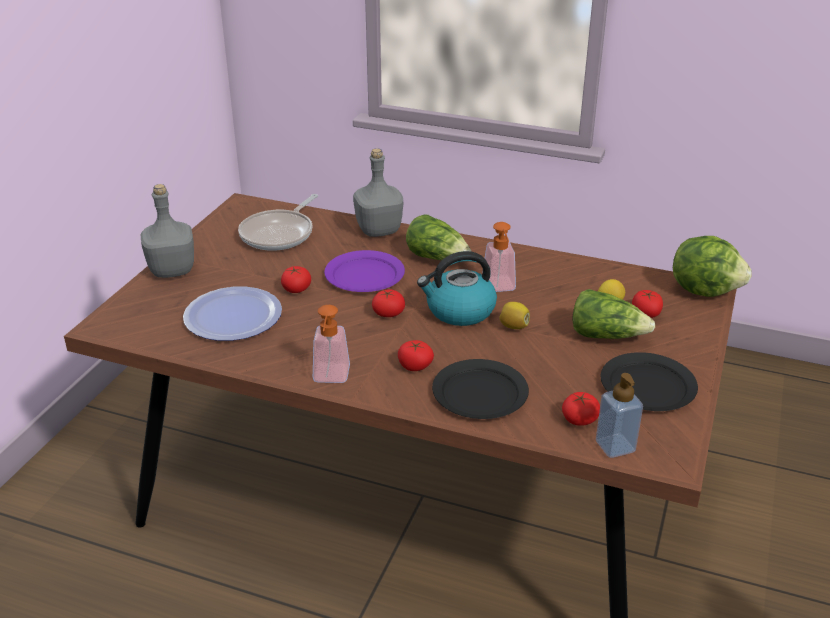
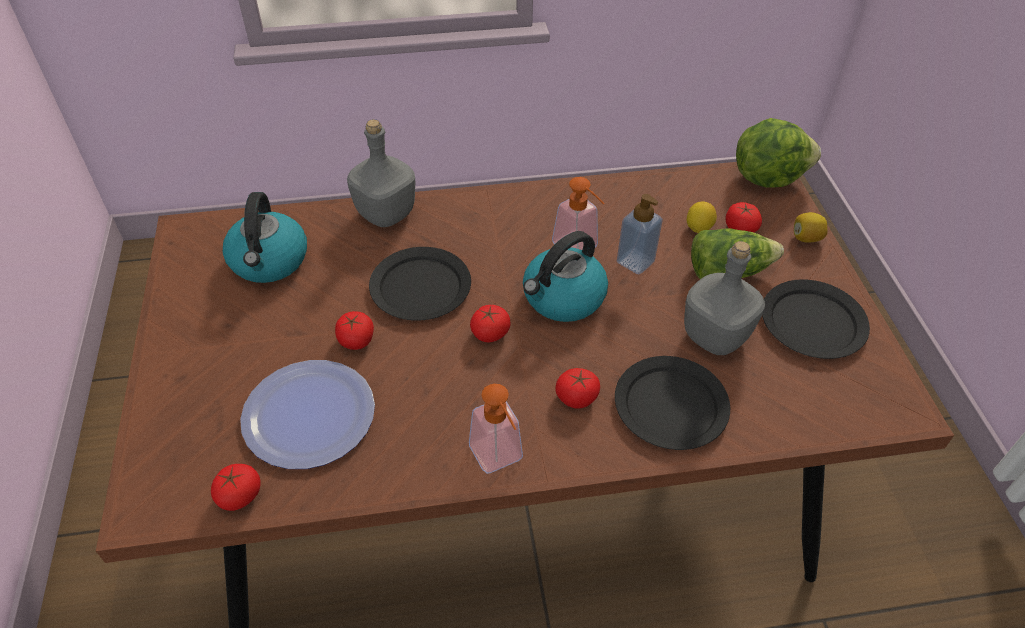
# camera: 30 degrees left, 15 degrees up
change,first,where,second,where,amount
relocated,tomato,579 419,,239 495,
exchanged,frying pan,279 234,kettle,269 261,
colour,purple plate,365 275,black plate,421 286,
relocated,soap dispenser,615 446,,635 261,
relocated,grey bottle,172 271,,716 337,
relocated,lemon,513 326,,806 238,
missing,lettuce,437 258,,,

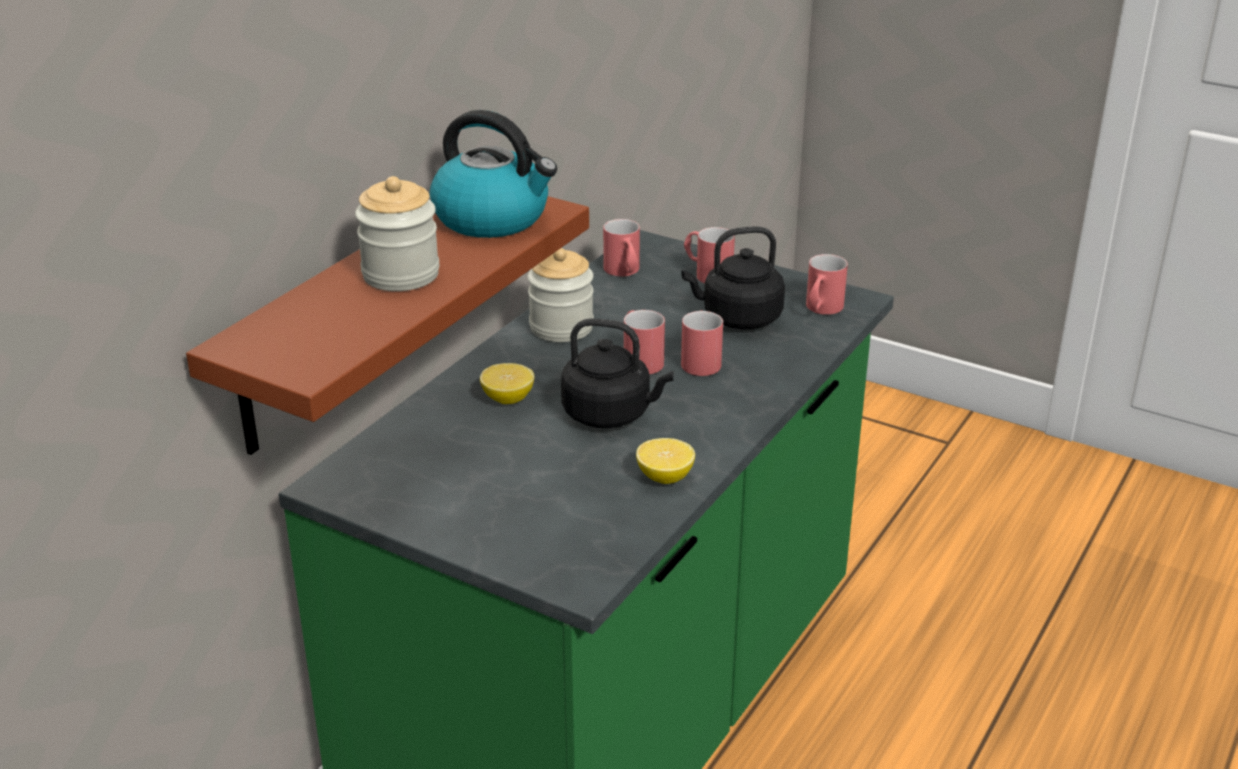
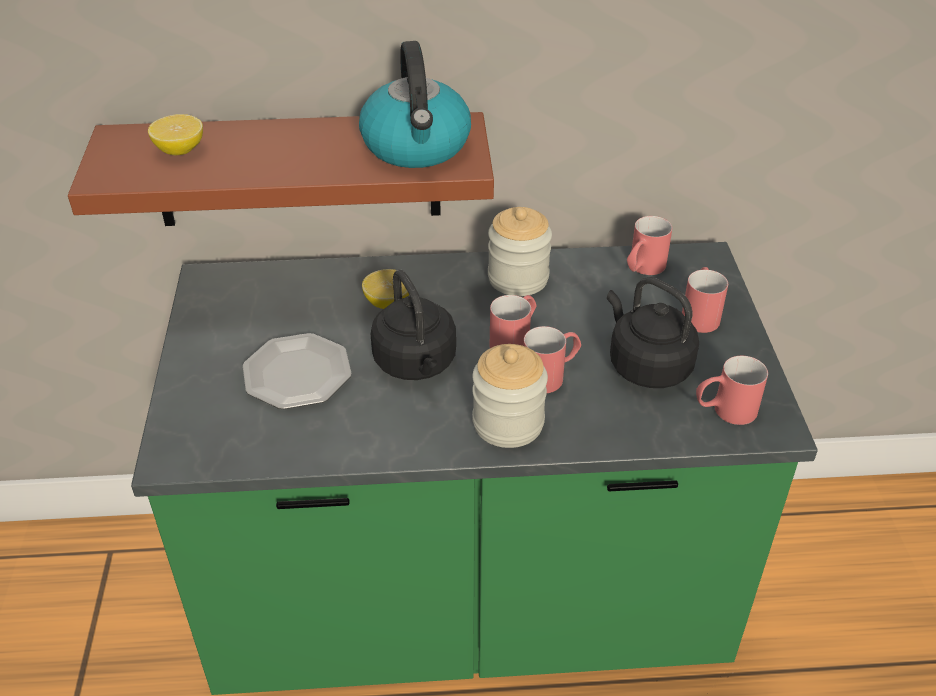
# camera: 55 degrees right, 10 degrees up
change,first,where,second,where,amount
relocated,lemon,665 477,,180 150,
appeared,,,plate,296 374,
relocated,jar,401 274,,508 423,

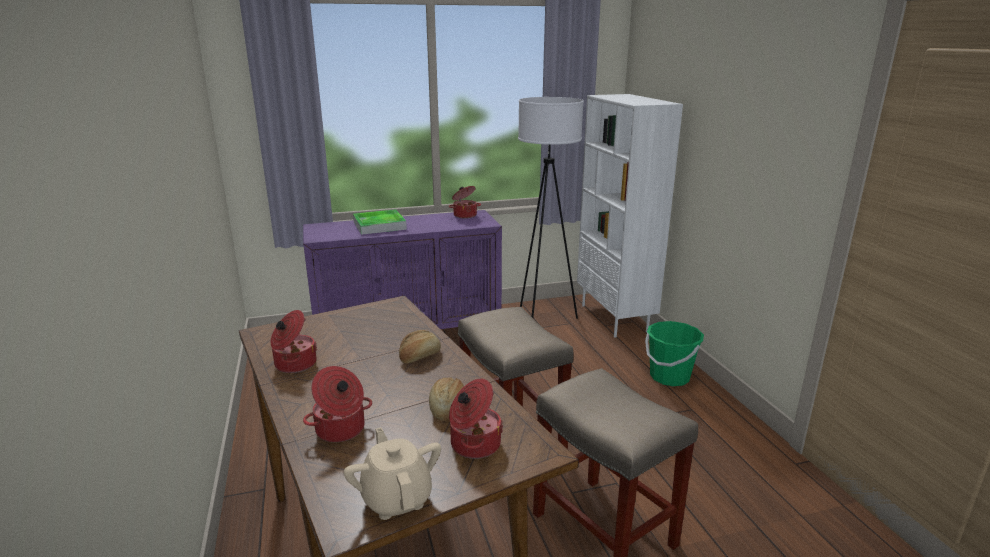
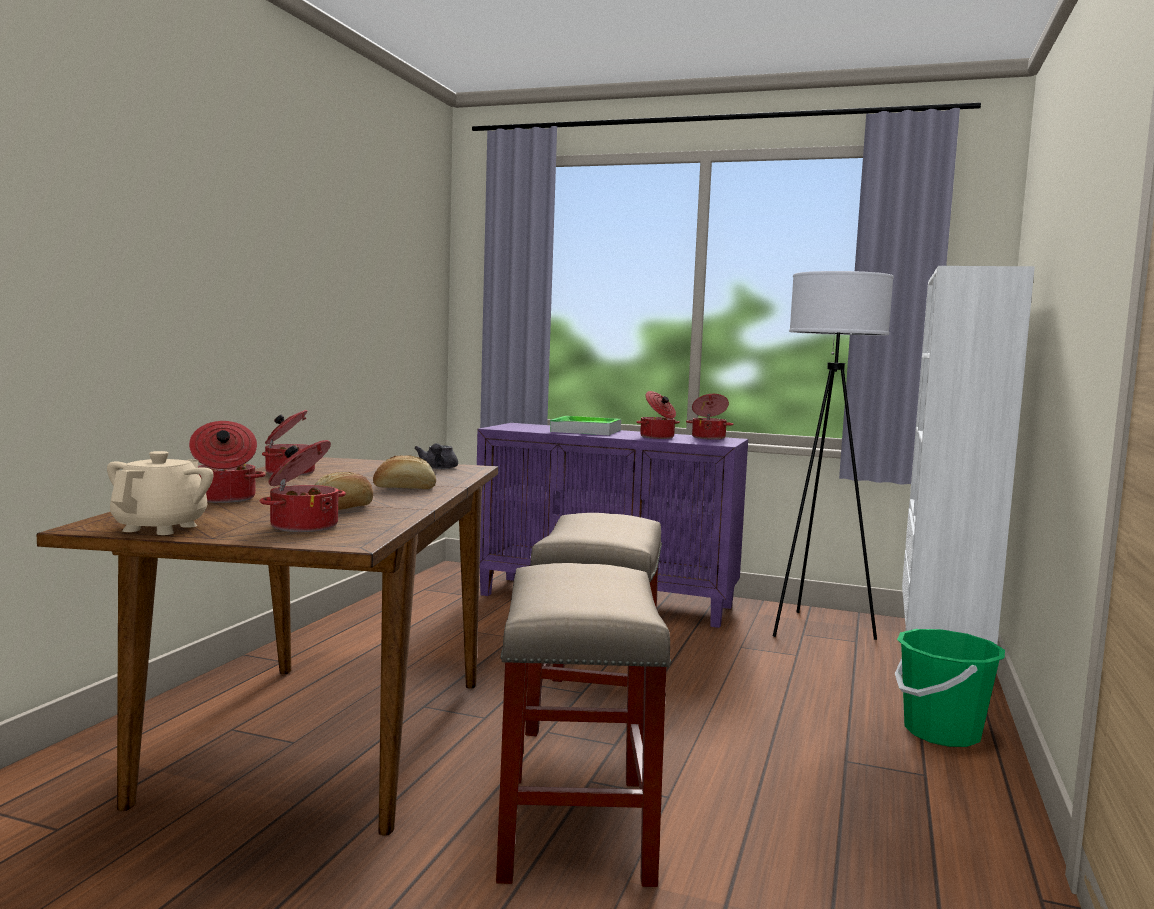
# camera: 35 degrees right, 15 degrees down
change,first,where,second,where,amount
appeared,,,grey teapot,438 468,
appeared,,,cooking pot,657 437,

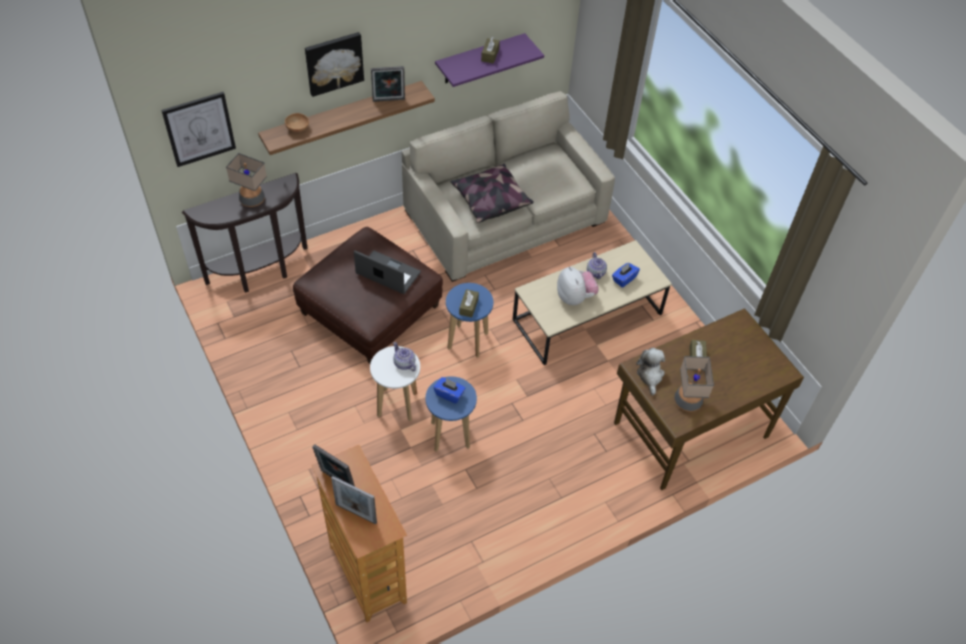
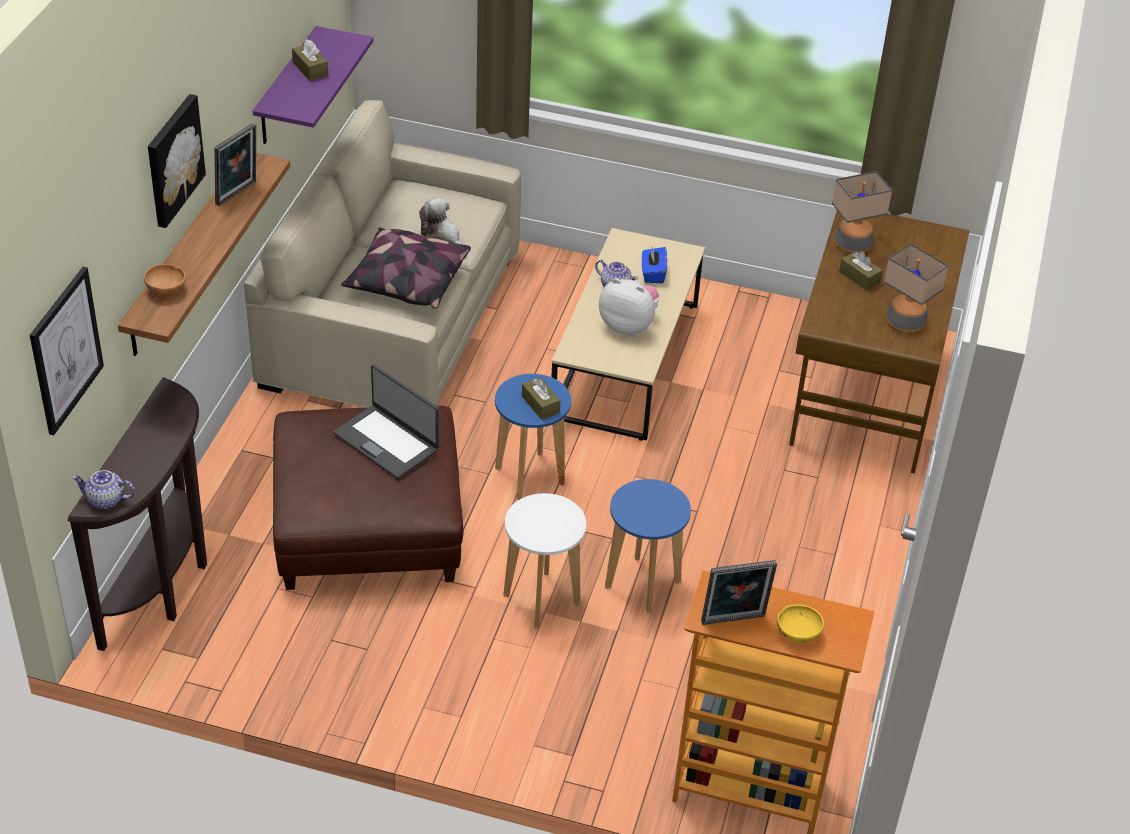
# camera: 45 degrees left, 10 degrees down
change,first,where,second,where,amount
relocated,teapot,404 363,,106 500,
spun,laptop,387 274,,387 441,120 degrees counterclockwise
relocated,plush toy,650 375,,442 237,
exchanged,picture frame,356 513,yellow bowl,798 633,
relocated,table lamp,252 199,,853 244,
missing,blue tissue box,449 394,,,

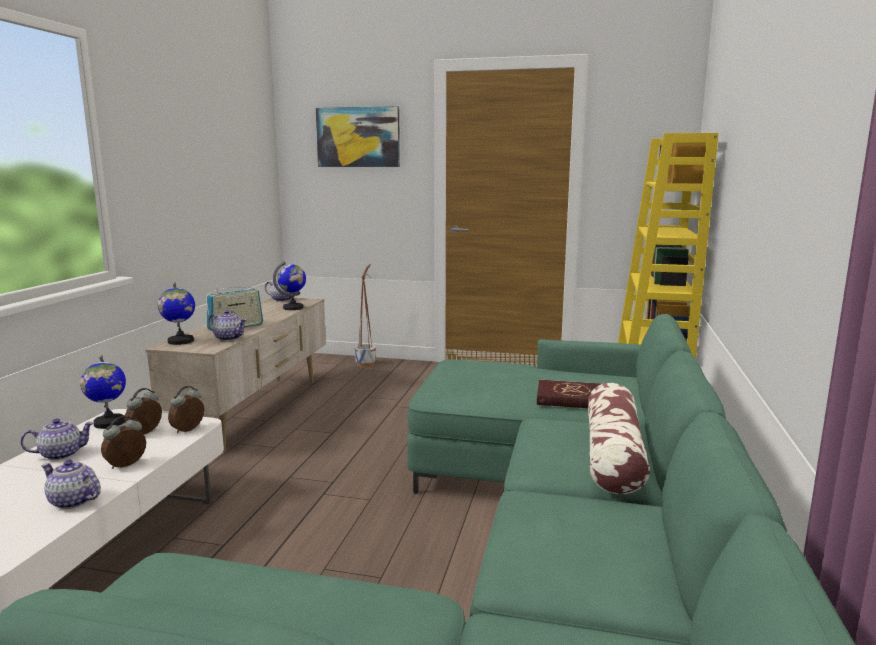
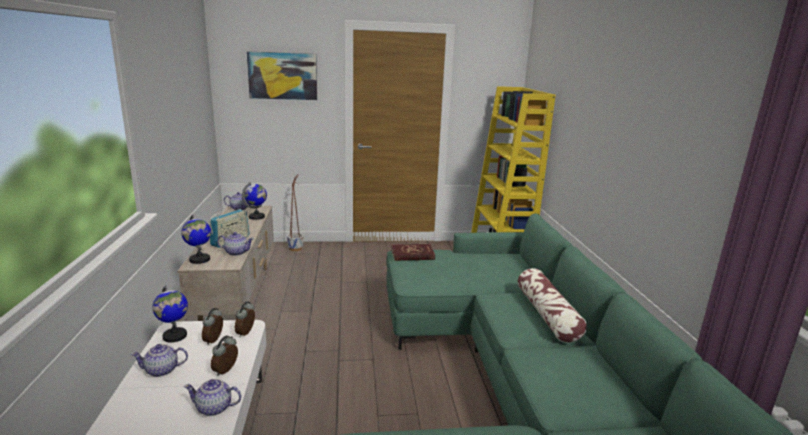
# camera: 20 degrees left, 5 degrees up
change,first,where,second,where,amount
spun,teapot,61 454,,162 370,150 degrees counterclockwise
relocated,red book,572 398,,412 254,

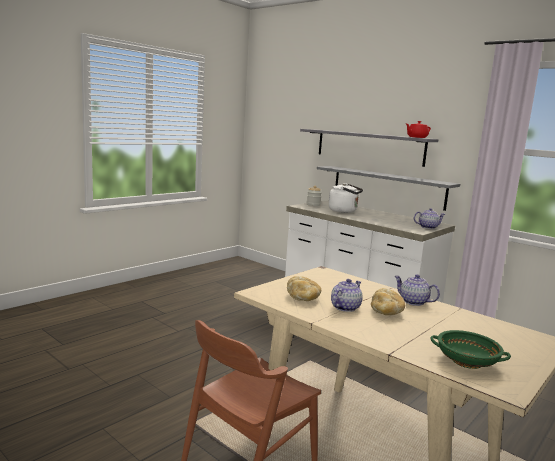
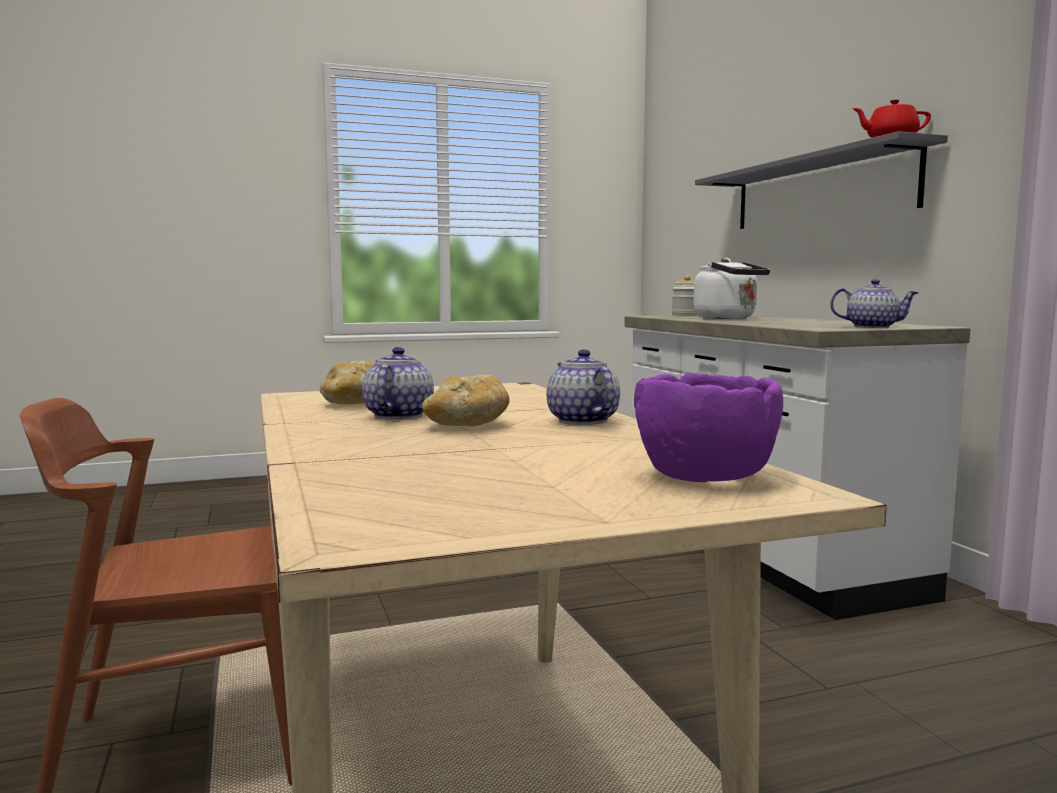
# camera: 30 degrees right, 5 degrees down
change,first,where,second,where,amount
spun,teapot,345 307,,397 416,60 degrees counterclockwise
appeared,,,purple bowl,708 476,
missing,grey shelf,387 187,,,
missing,green bowl,466 361,,,

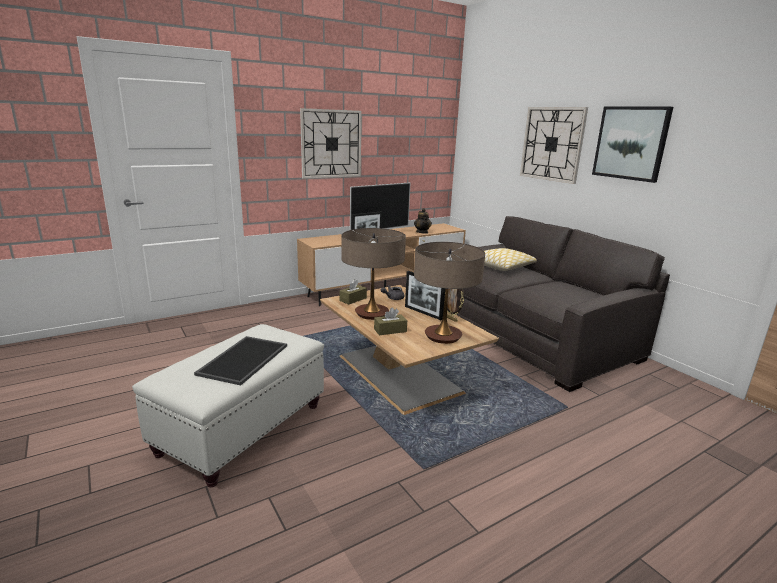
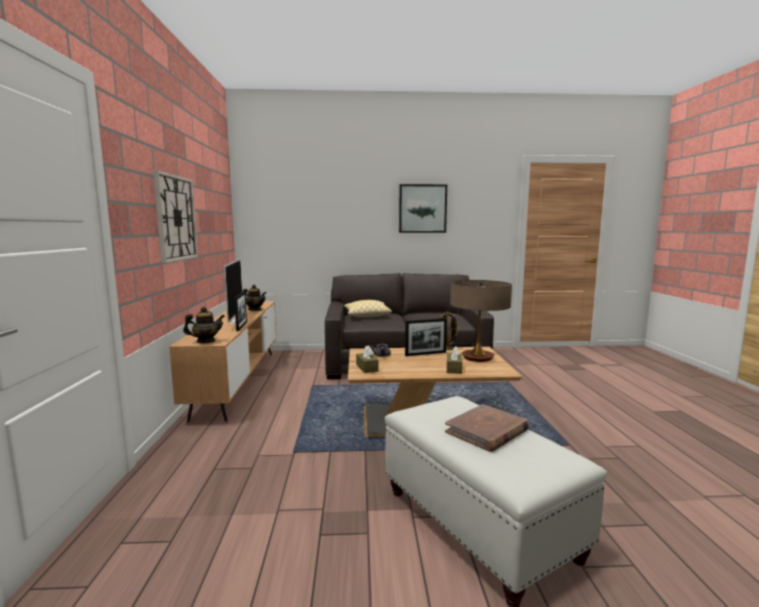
# camera: 60 degrees left, 10 degrees down
change,first,where,second,where,amount
appeared,,,teapot,205 341,
exchanged,tray,243 359,brown book,487 431,
missing,table lamp,372 314,,,
missing,wall clock,552 144,,,

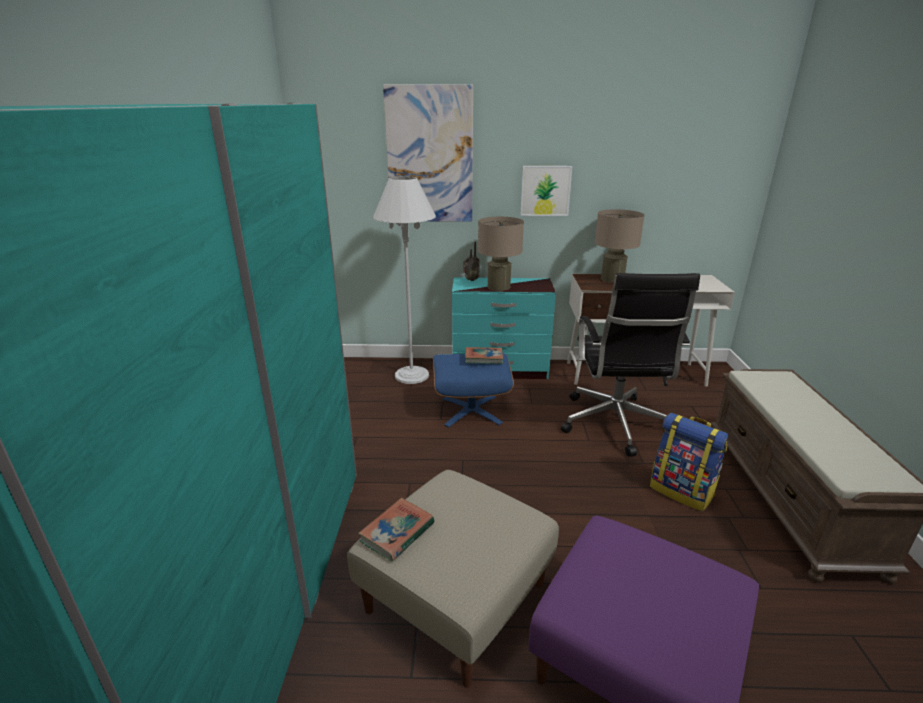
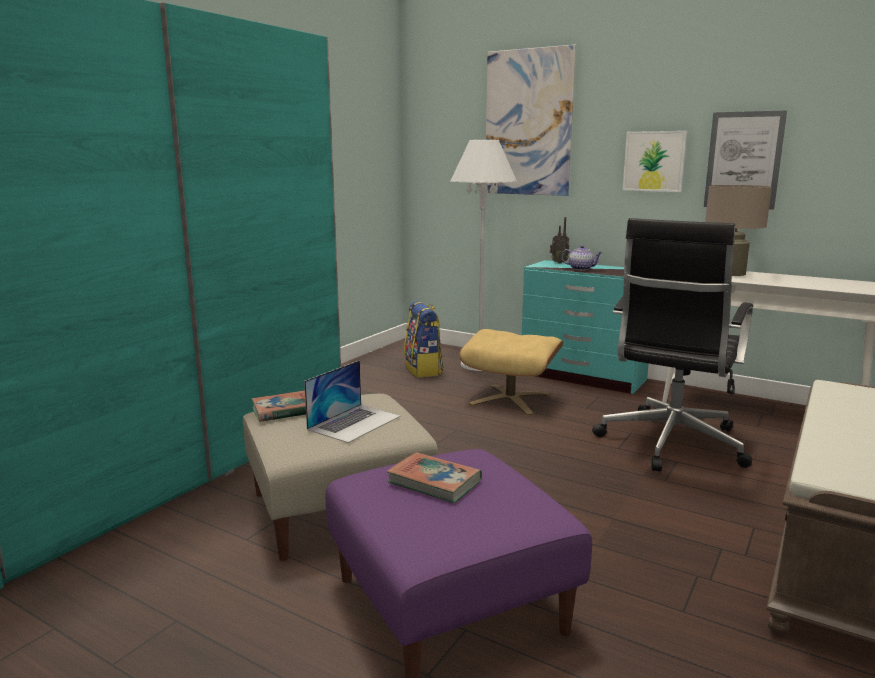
# camera: 30 degrees right, 10 degrees down
change,first,where,second,where,amount
appeared,,,laptop,354 422,
relocated,book,484 358,,434 482,
relocated,backpack,682 491,,424 370,
colour,blue ottoman,471 410,beige ottoman,510 399,
exchanged,beige table lamp,498 286,teapot,581 269,
appeared,,,picture,743 160,

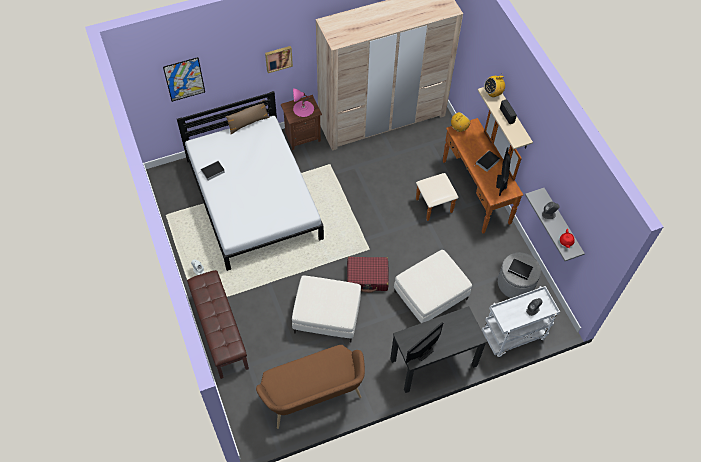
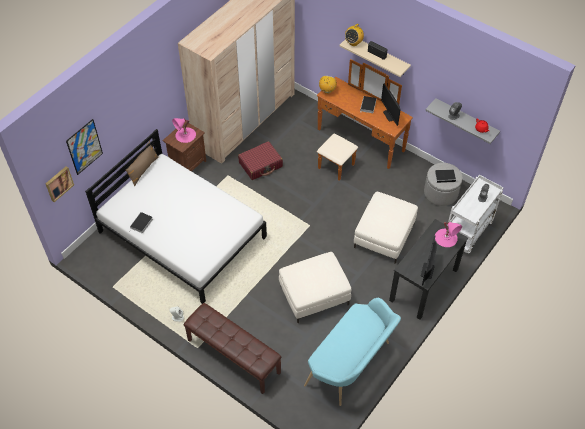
# camera: 30 degrees left, 5 degrees down
change,first,where,second,where,amount
relocated,picture,278 58,,58 183,
relocated,red suitcase,367 277,,260 165,
colour,brown bench,313 398,turquoise bench,351 365,
appeared,,,pink table lamp,446 237,

